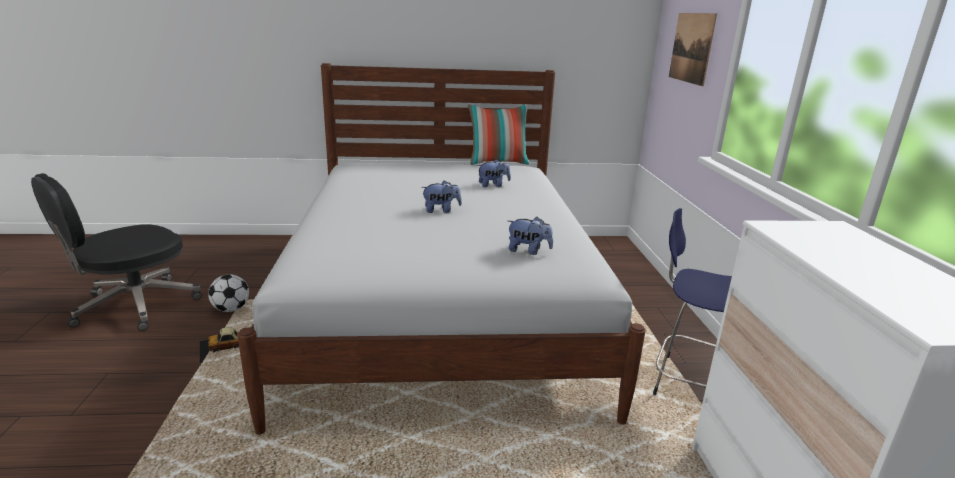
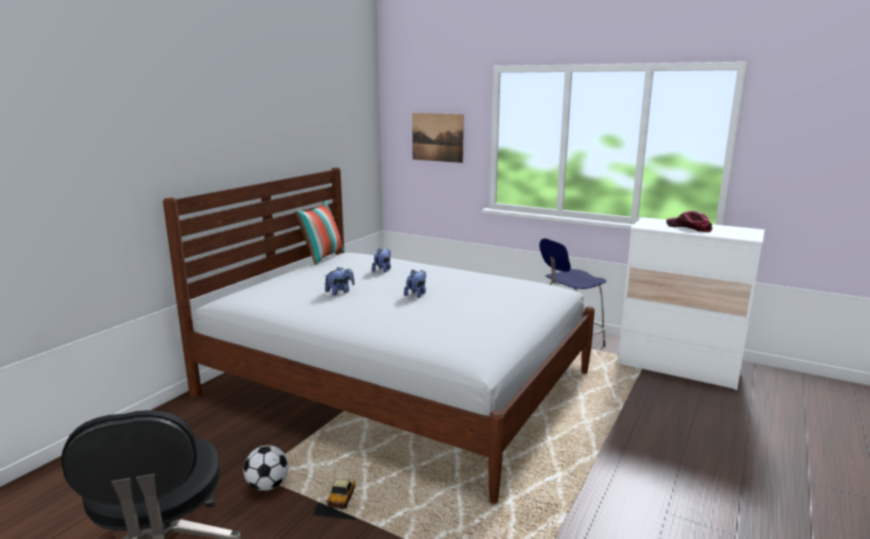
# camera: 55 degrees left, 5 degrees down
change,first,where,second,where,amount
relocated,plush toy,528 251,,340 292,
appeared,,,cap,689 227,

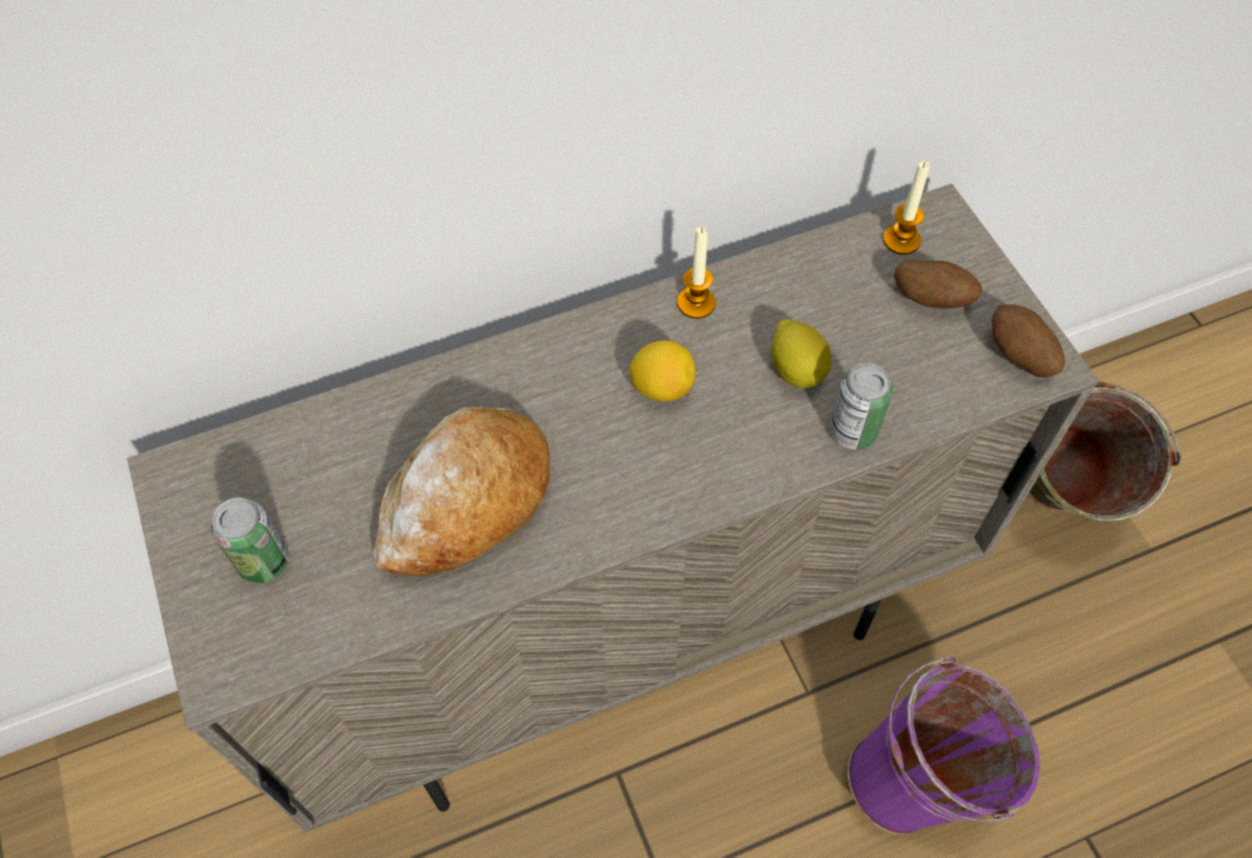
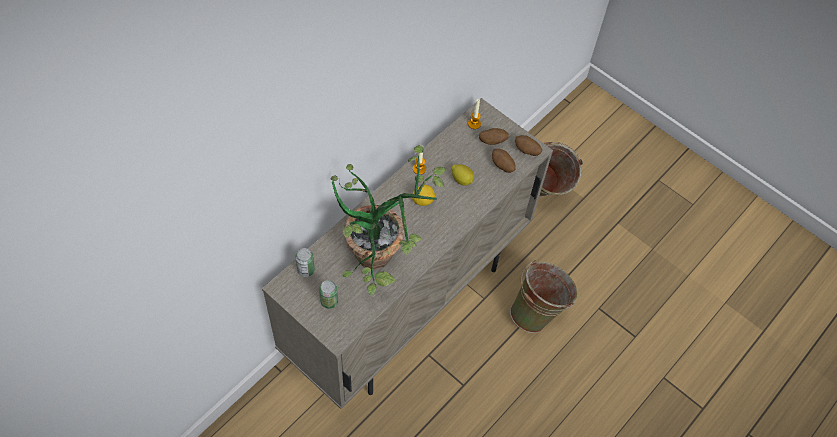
# camera: 30 degrees left, 0 degrees up
change,first,where,second,where,amount
relocated,can,853 431,,306 270,
exchanged,bread,467 502,potted plant,382 259,
appeared,,,potato,502 166,
colour,purple bucket,924 782,green bucket,538 312,

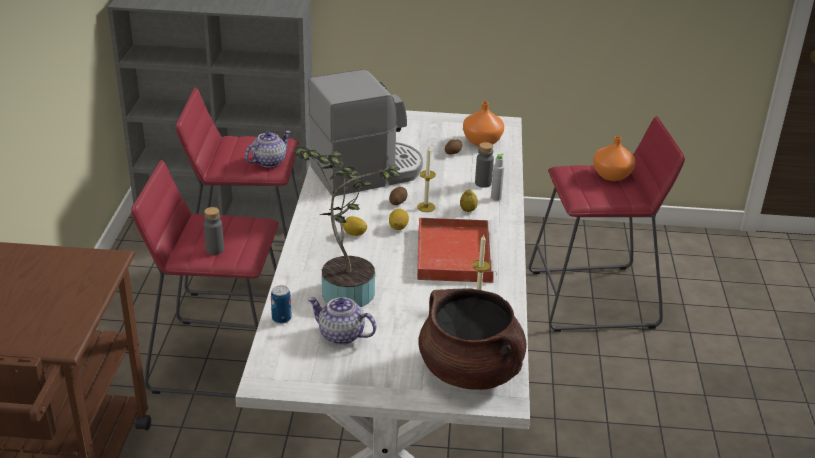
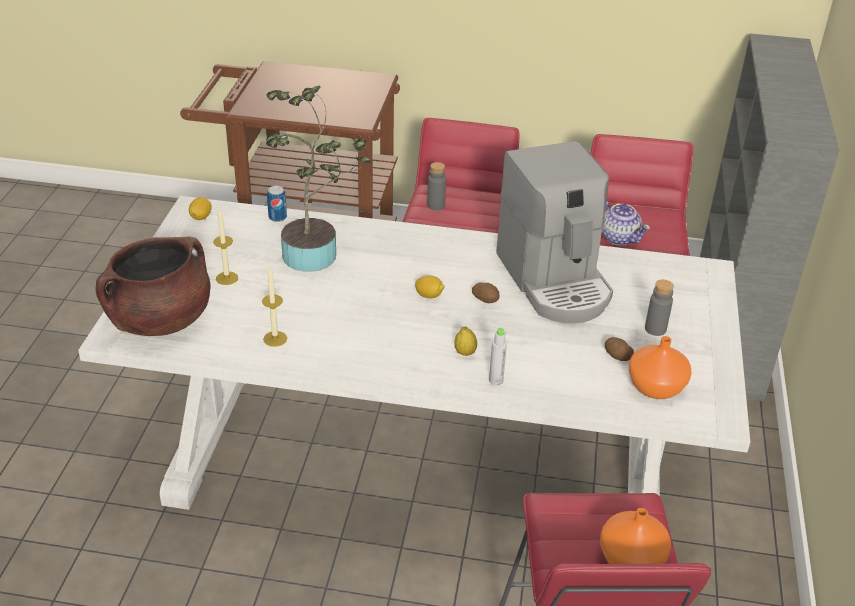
# camera: 95 degrees right, 5 degrees up
change,first,where,second,where,amount
relocated,lemon,354 234,,201 217,
relocated,candle,426 207,,227 278,
relocated,grey bottle,483 183,,655 329,
missing,teapot,340 335,,,
missing,red tray,454 253,,,

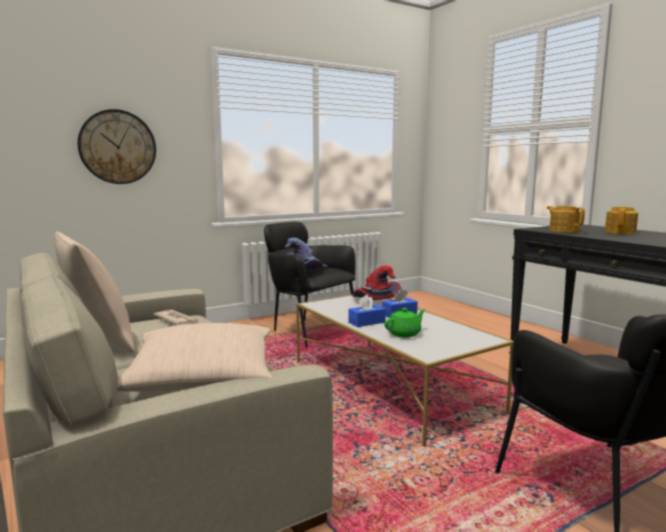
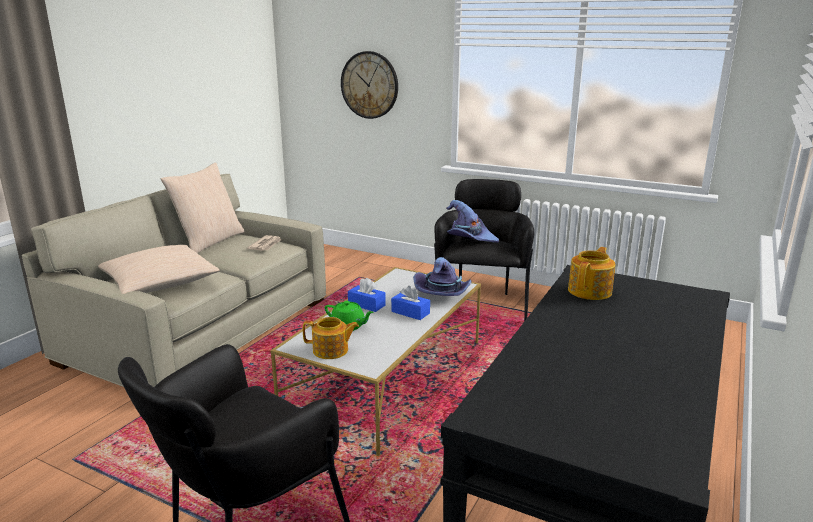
# camera: 60 degrees right, 10 degrees up
change,first,where,second,where,amount
relocated,teapot,620 232,,331 351,
colour,red hat,375 301,purple hat,443 293,

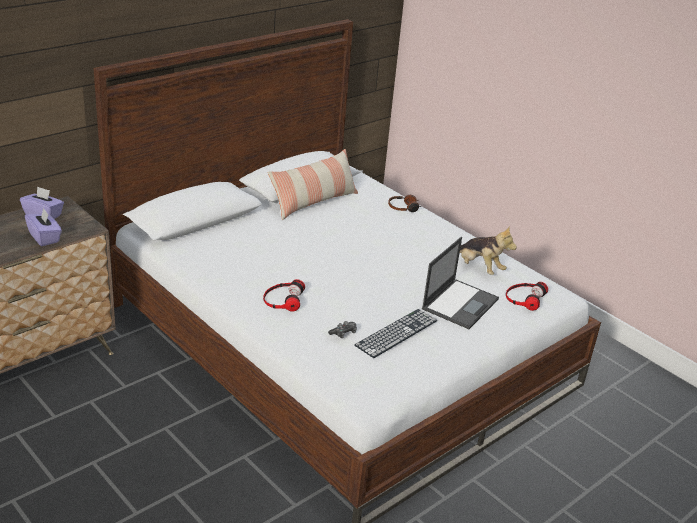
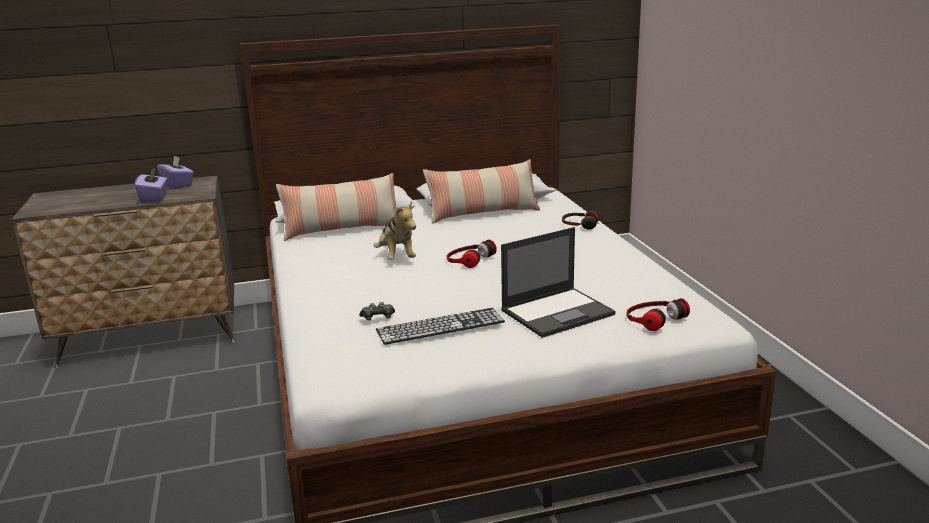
# camera: 30 degrees right, 10 degrees down
change,first,where,second,where,amount
appeared,,,pillow,342 229,
relocated,plush toy,478 268,,396 257,
relocated,headphones,283 299,,468 259,

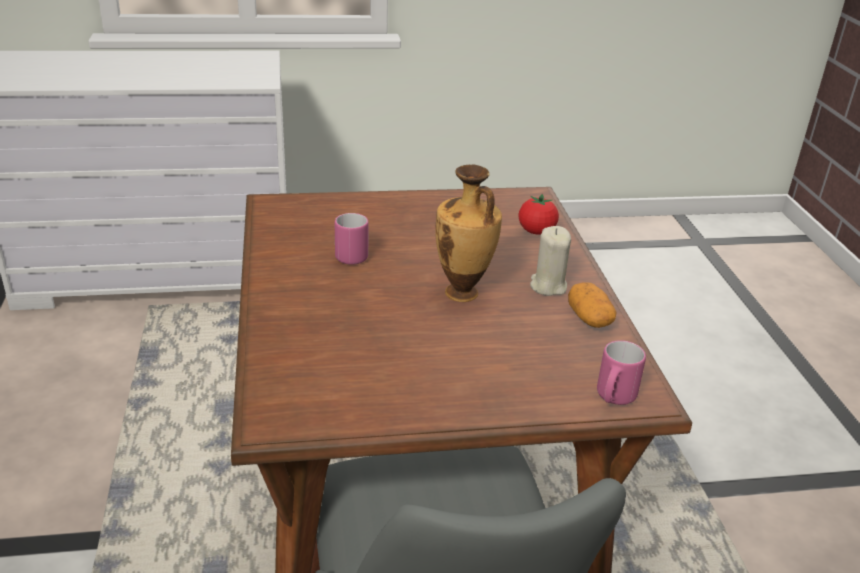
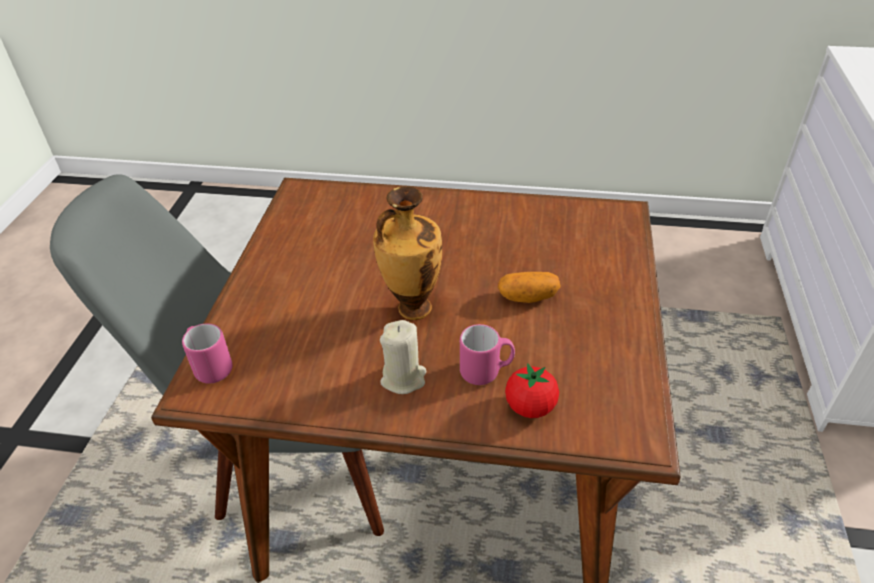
# camera: 110 degrees right, 10 degrees up
change,first,where,second,where,amount
relocated,pink mug,349 254,,486 371,
relocated,potato,589 318,,528 297,

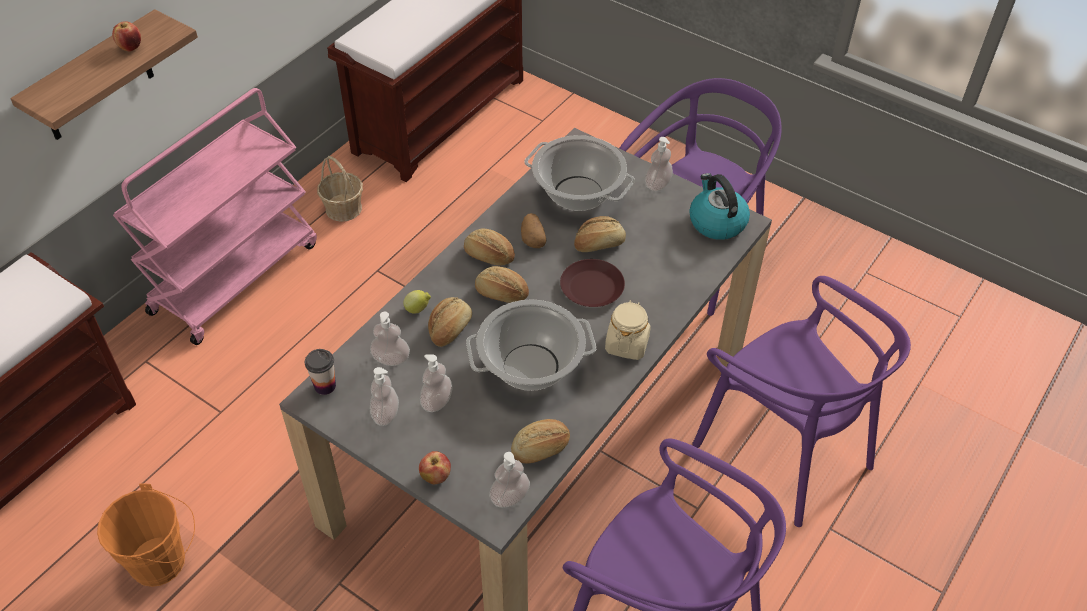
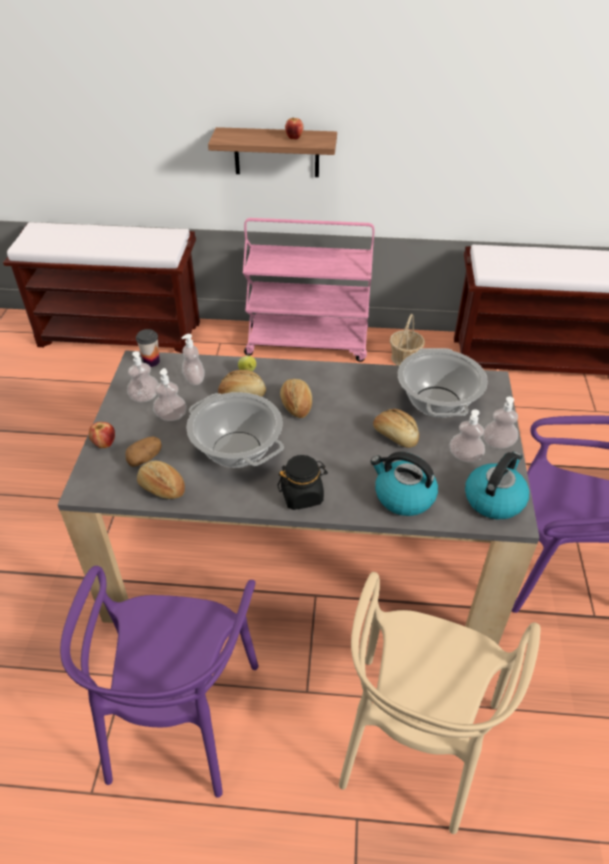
# camera: 60 degrees right, 5 degrees down
change,first,where,second,where,amount
relocated,potato,533 238,,145 458,
colour,beige jar,627 344,black jar,302 495,
colour,purple chair,784 450,beige chair,415 738,
appeared,,,kettle,403 496,
relocated,soap dispenser,509 497,,465 456,
missing,orange bucket,164 562,,,
missing,bread,488 256,,,
missing,brown plate,591 287,,,

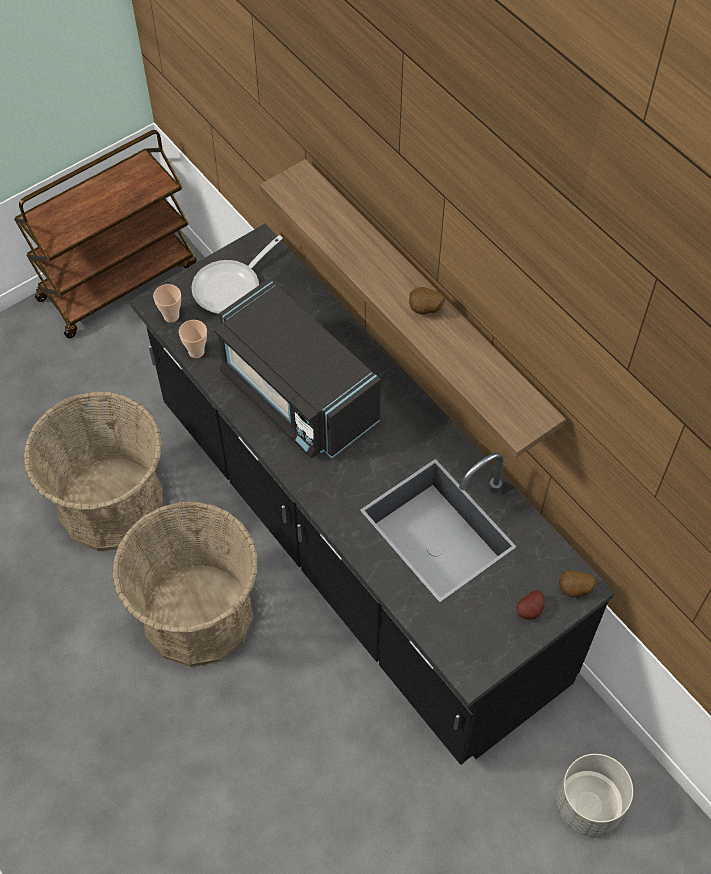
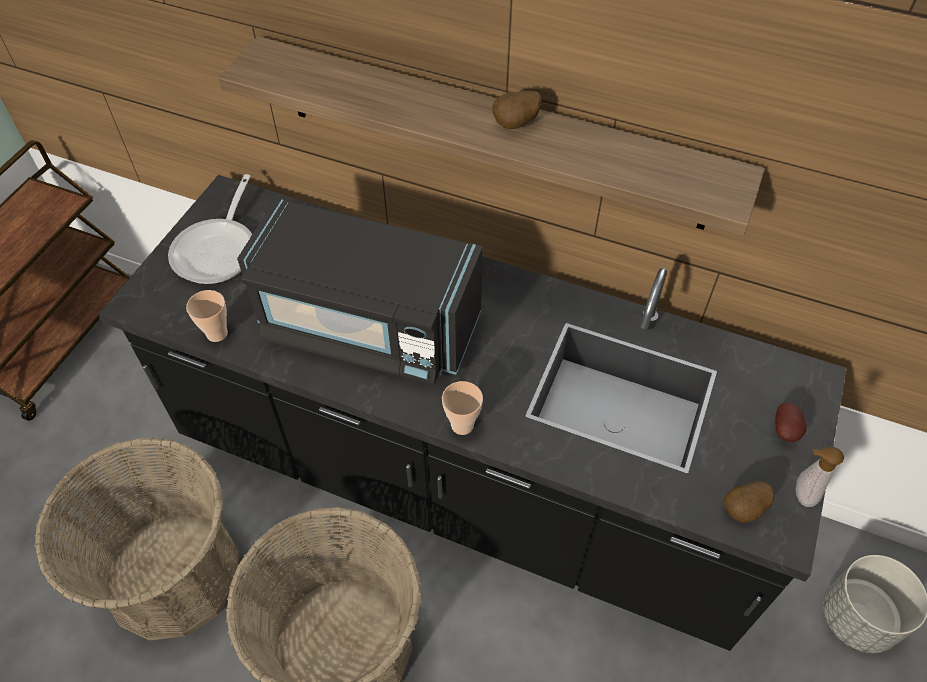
# camera: 30 degrees left, 5 degrees down
change,first,where,second,where,amount
relocated,cup,171 316,,462 425,
relocated,potato,574 590,,743 510,
appeared,,,soap dispenser,801 494,

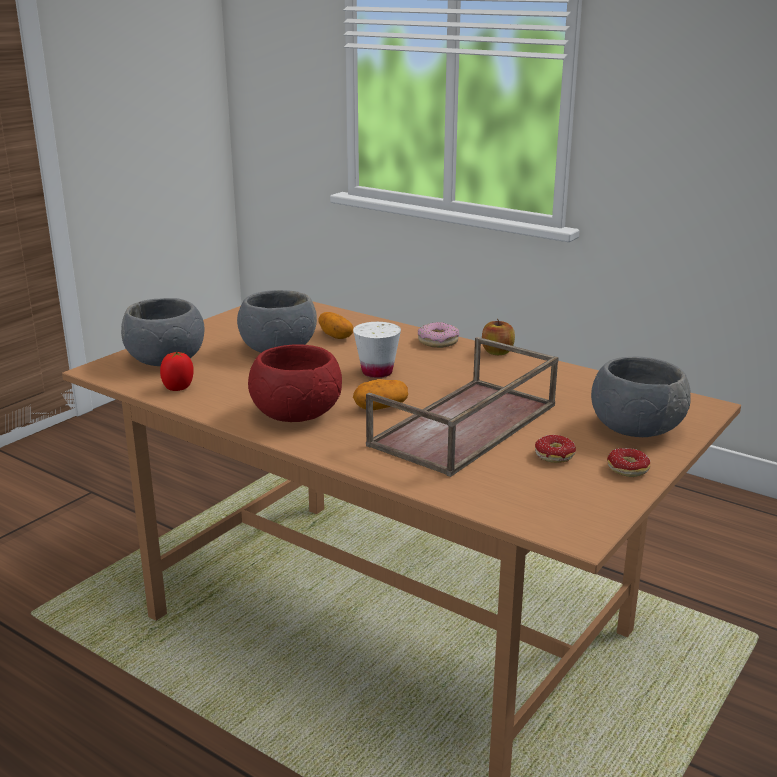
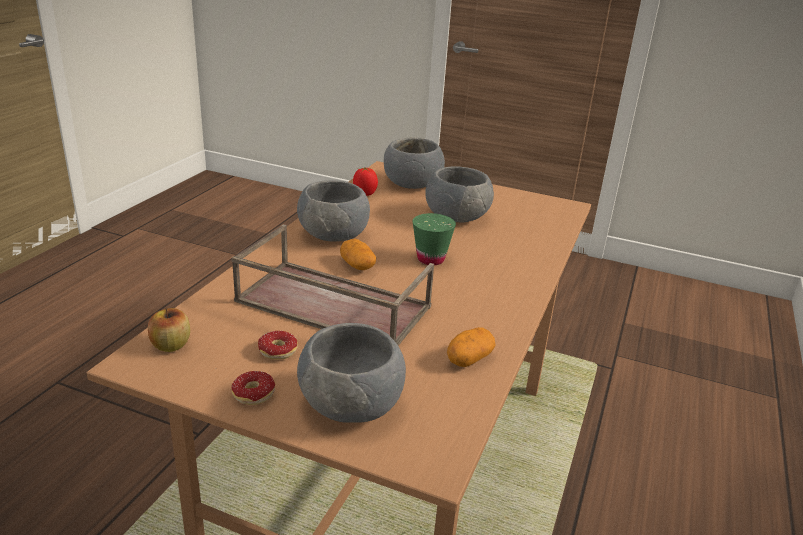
# camera: 75 degrees right, 5 degrees up
change,first,where,second,where,amount
relocated,apple,497 352,,171 345,
colour,red bowl,296 414,grey bowl,333 235,
colour,white cup,377 372,green cup,430 259,
relocated,potato,336 336,,469 359,
missing,donut,438 341,,,

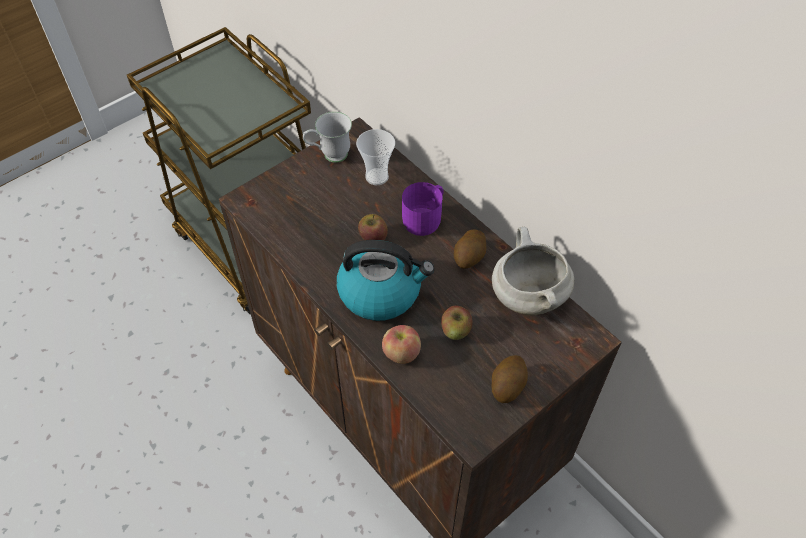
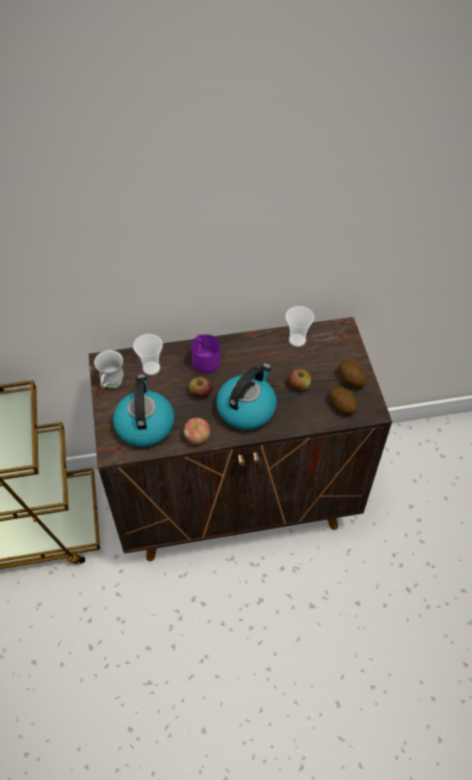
# camera: 60 degrees left, 0 degrees up
change,first,where,second,where,amount
appeared,,,kettle,144 424,
relocated,apple,401 353,,197 438,
exchanged,white cooking pot,527 295,cup,297 340,
relocated,potato,469 257,,342 406,

